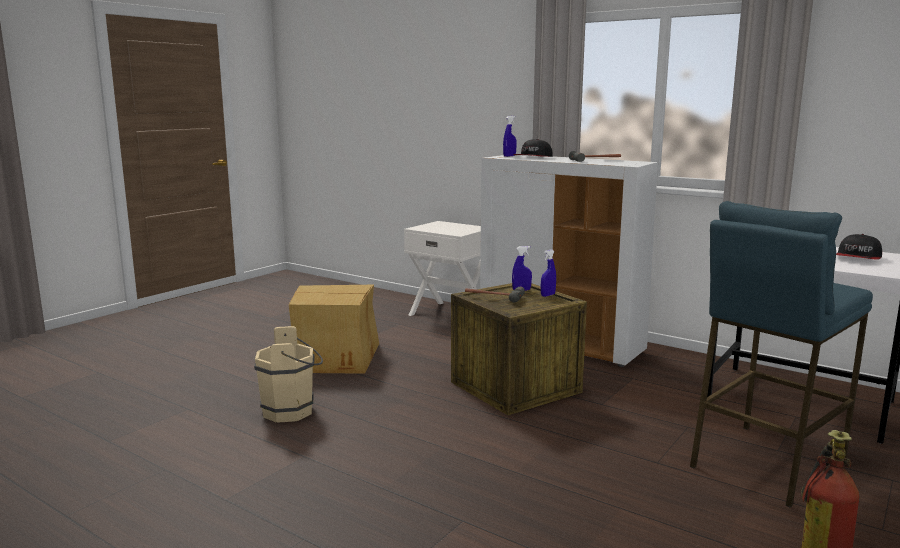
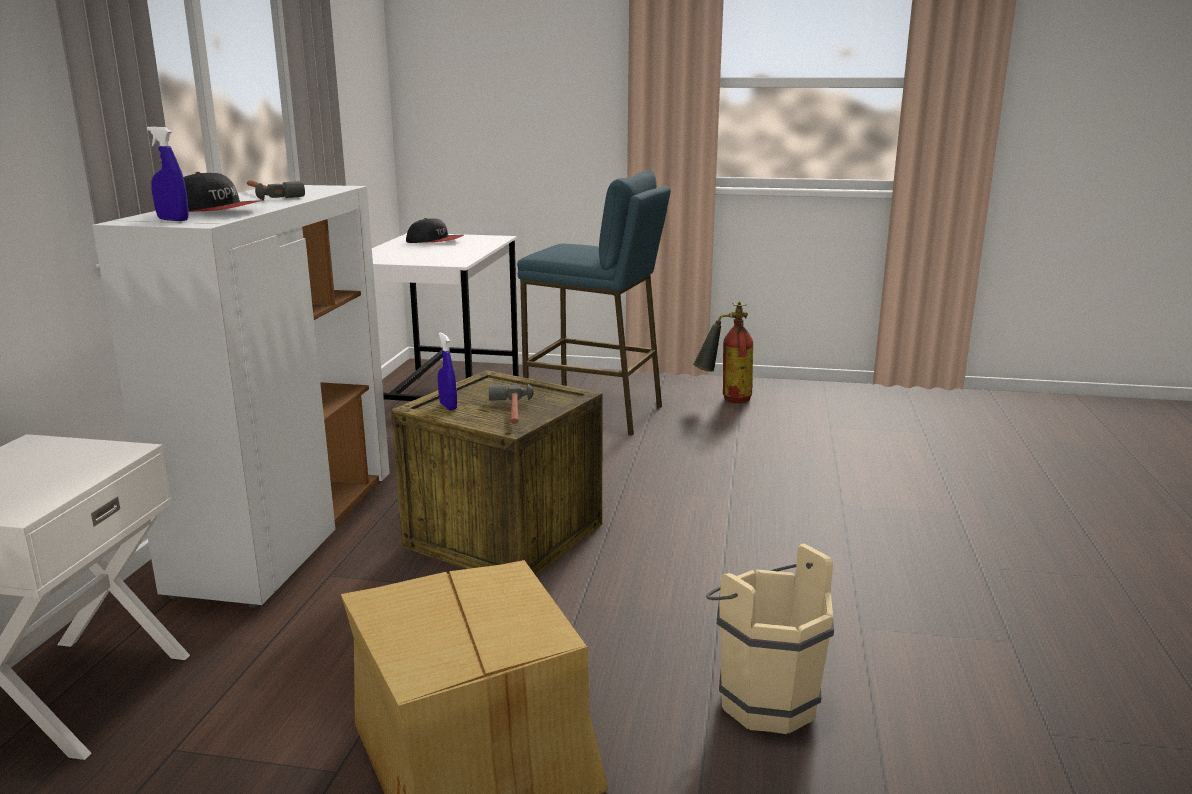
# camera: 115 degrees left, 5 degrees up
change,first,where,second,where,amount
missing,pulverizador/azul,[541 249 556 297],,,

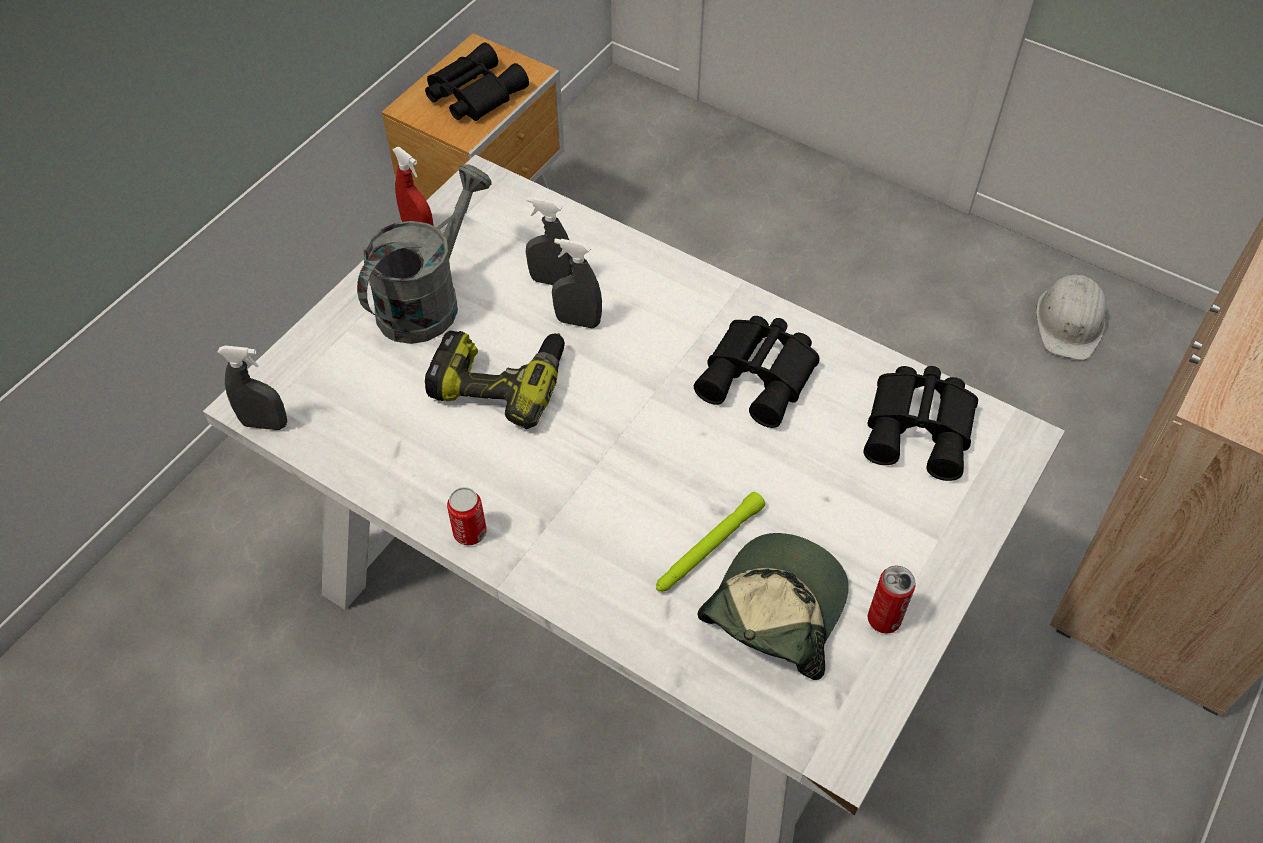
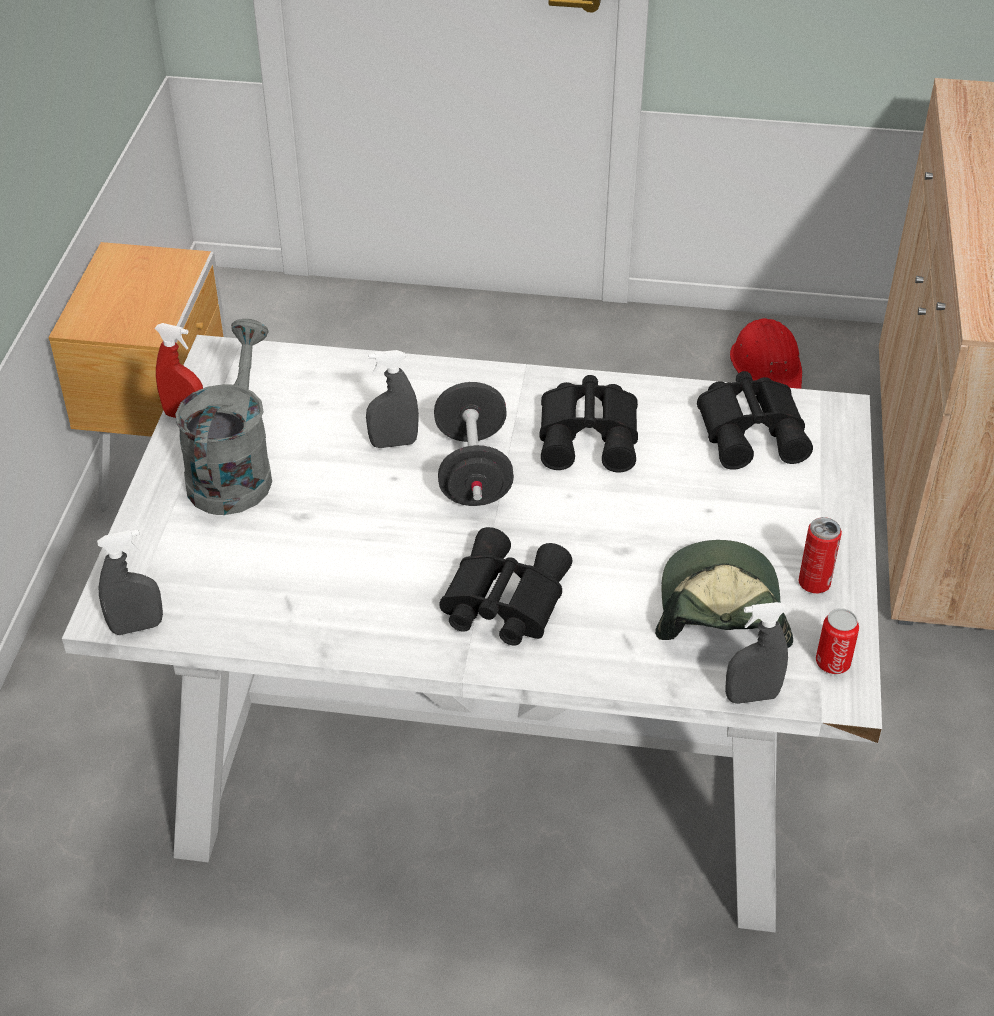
# camera: 25 degrees left, 10 degrees down
change,first,where,second,where,amount
missing,taladro,[425 330 565 429],,,
missing,linterna/verde,[656 492 765 592],,,
appeared,,,mancuerna/negro,[434 382 514 506],
relocated,prismáticos/negro,[425 42 529 121],,[439 527 572 646],
relocated,lata,[447 487 487 545],,[816 608 859 674],
relocated,pulverizador/gris,[526 197 573 285],,[725 602 788 704],
colour,casco/blanco,[1036 274 1106 360],casco/rojo,[730 318 802 389],

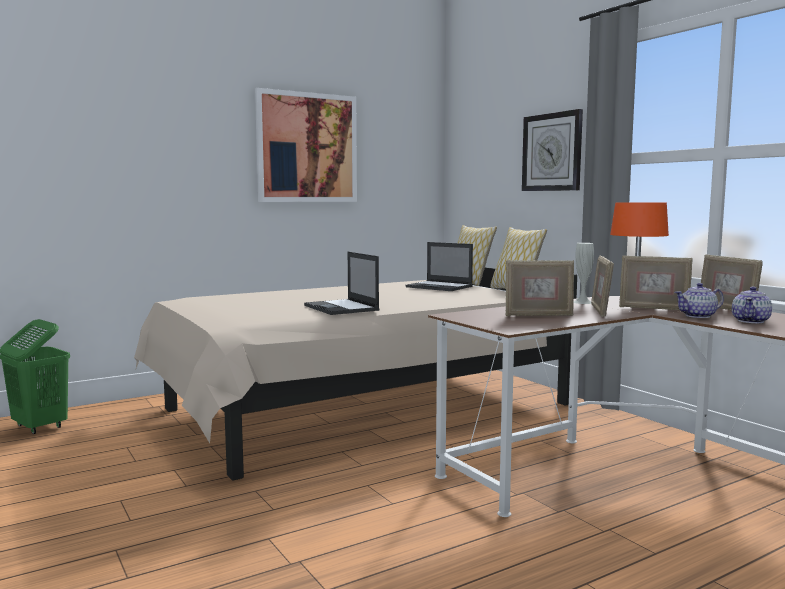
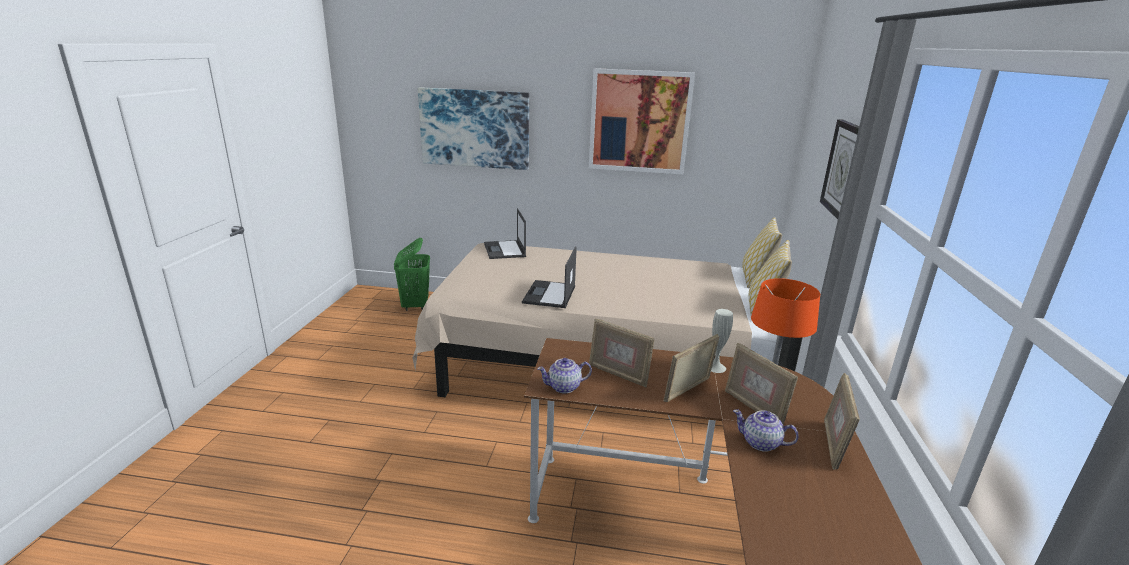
# camera: 40 degrees right, 15 degrees up
change,first,where,second,where,amount
appeared,,,cuadro,[418 87 529 170],
relocated,portátil,[406 242 473 291],,[484 208 526 259],
relocated,tetera,[732 286 772 323],,[537 358 592 393],

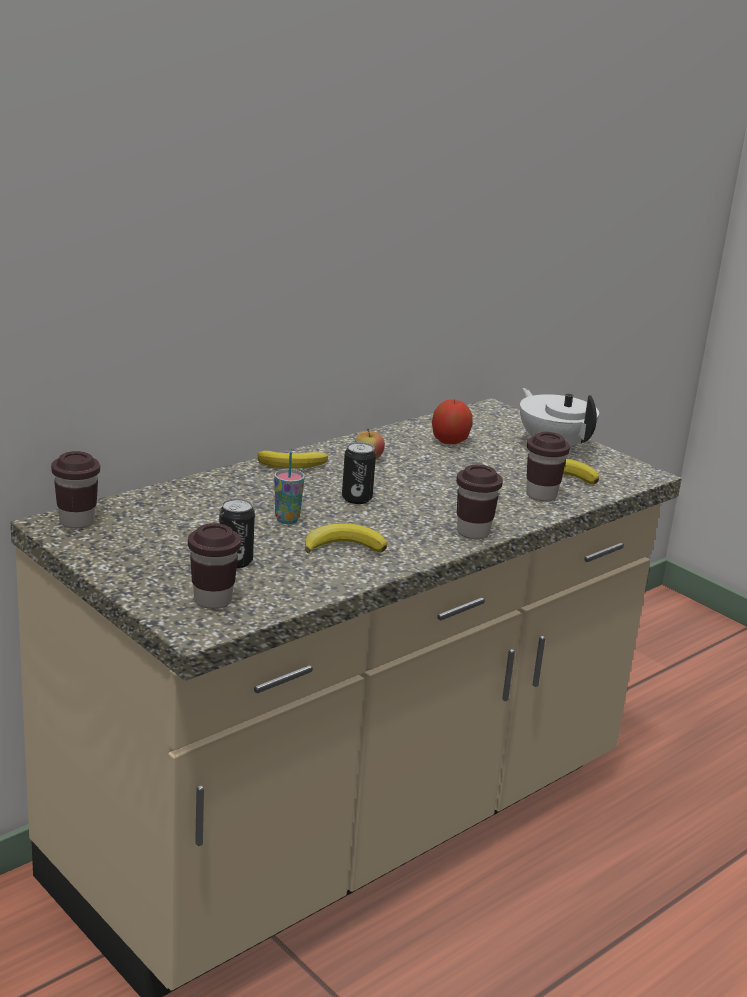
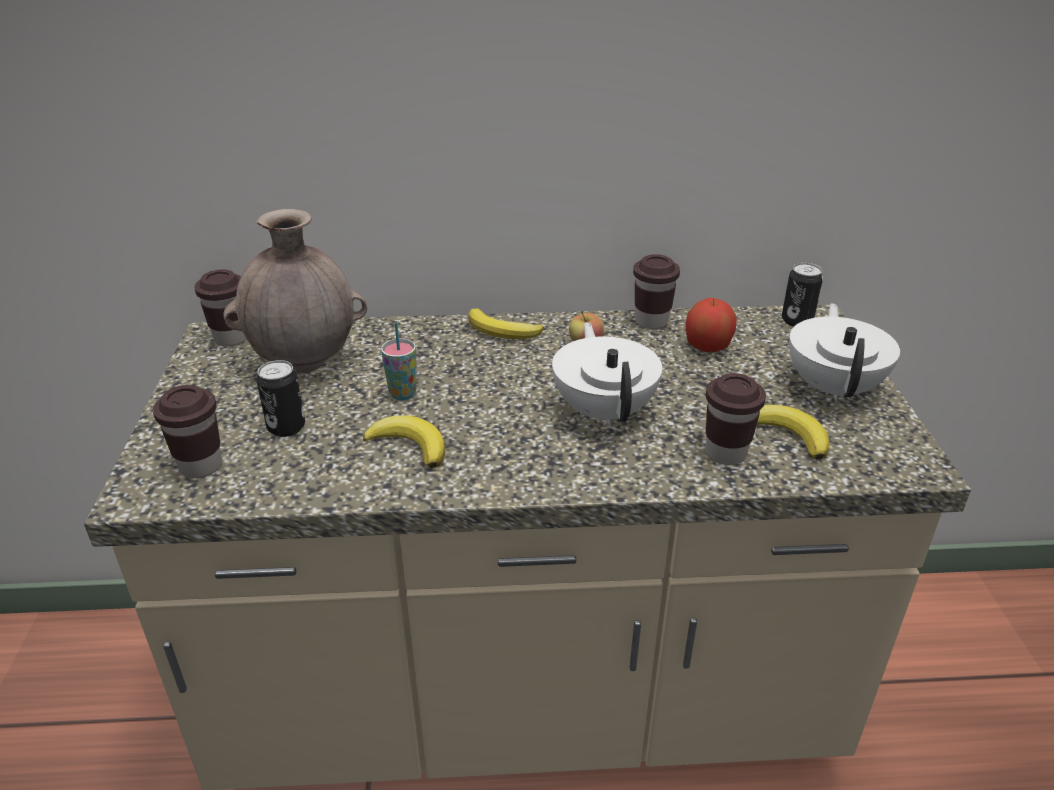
# camera: 40 degrees right, 10 degrees up
change,first,where,second,where,amount
appeared,,,florero/marrón,[223 209 367 373],
appeared,,,tetera/blanco,[552 322 662 426],
relocated,lata,[342 442 376 504],,[782 263 823 326],
relocated,taza/marrón,[456 464 503 539],,[633 254 680 329],

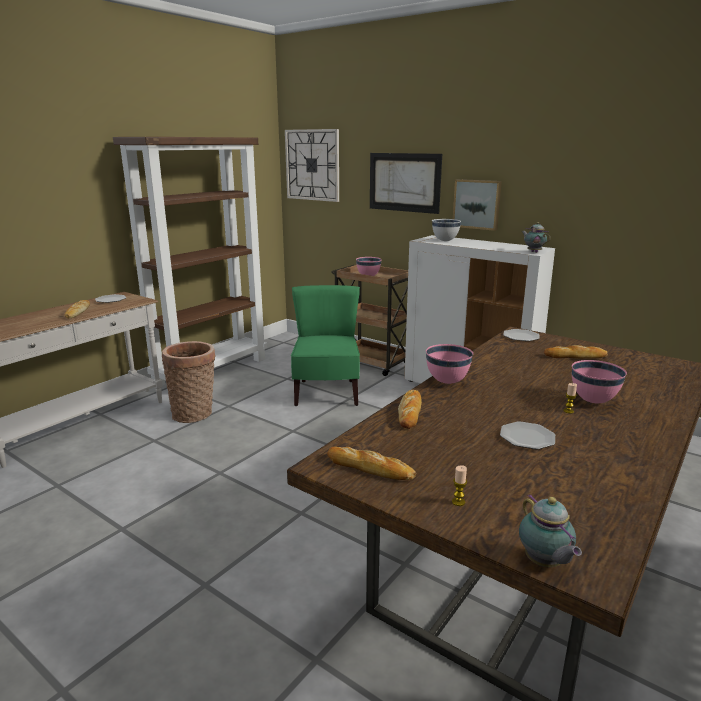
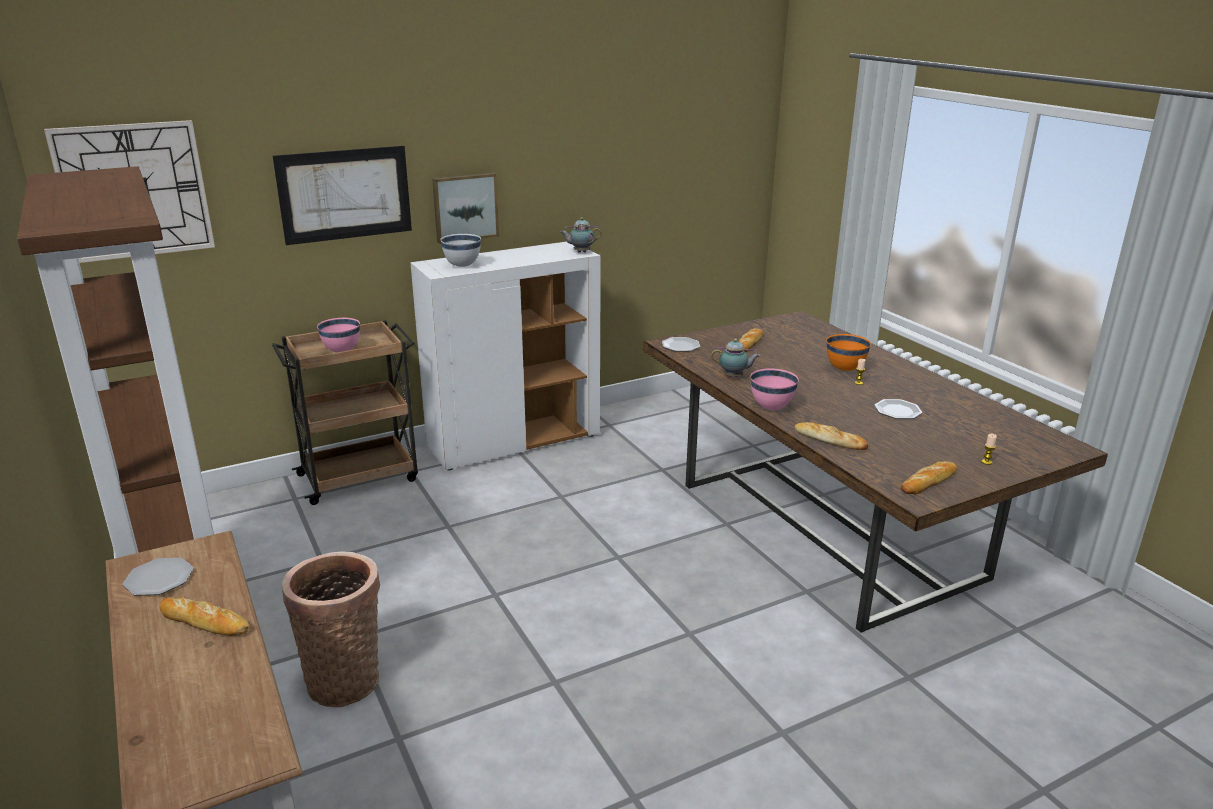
# camera: 65 degrees left, 5 degrees up
change,first,where,second,where,amount
missing,silla/verde,[291 285 360 406],,,
relocated,tetera,[519 494 582 567],,[711 338 760 377],
colour,cuenco/rosa,[572 360 627 403],cuenco/naranja,[826 334 871 371],

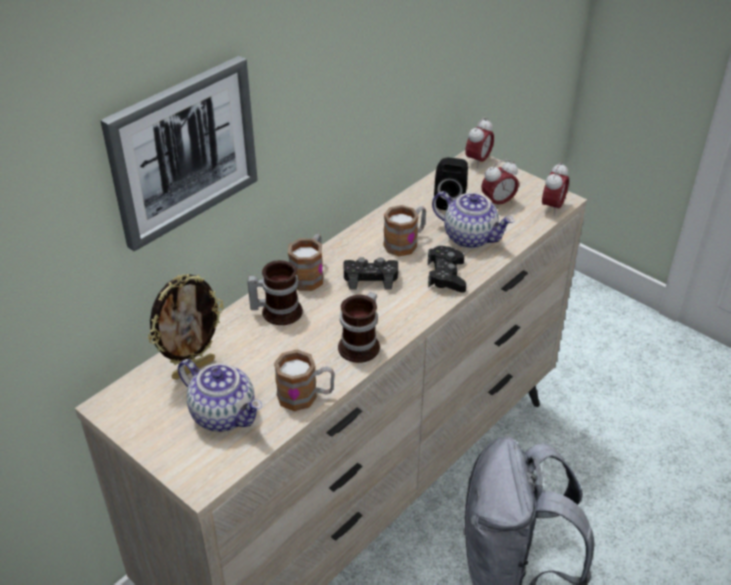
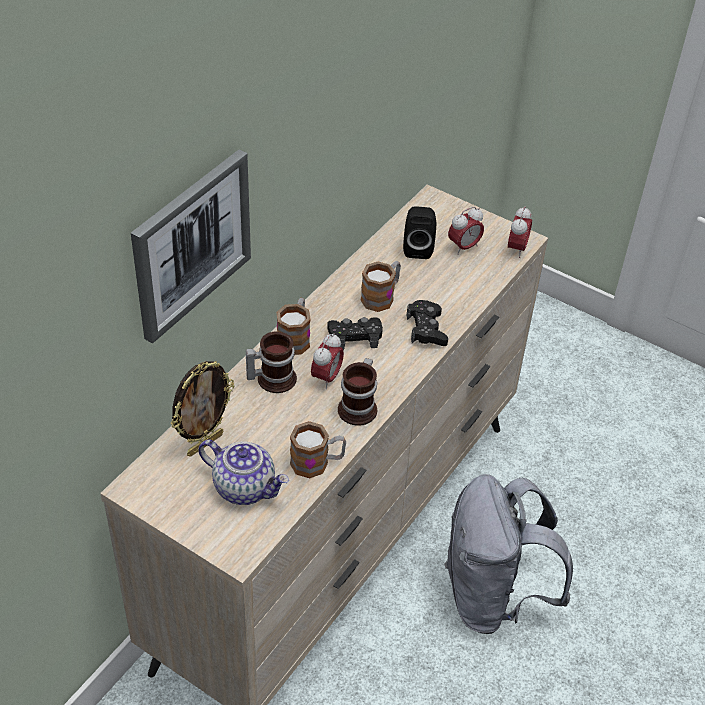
# camera: 10 degrees left, 5 degrees up
change,first,where,second,where,amount
missing,tetera,[432 191 514 248],,,
relocated,despertador,[465 117 494 168],,[311 333 344 389],

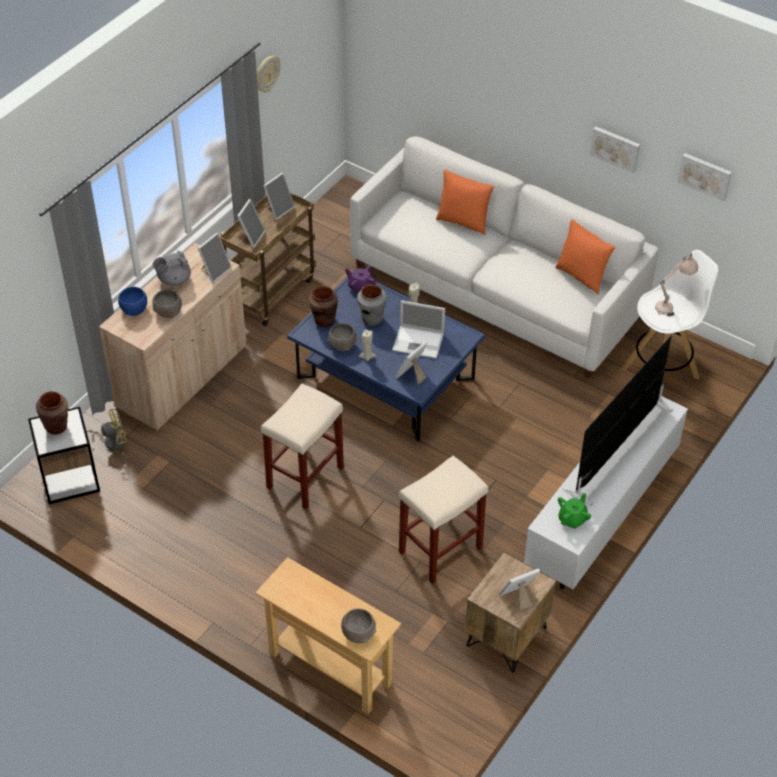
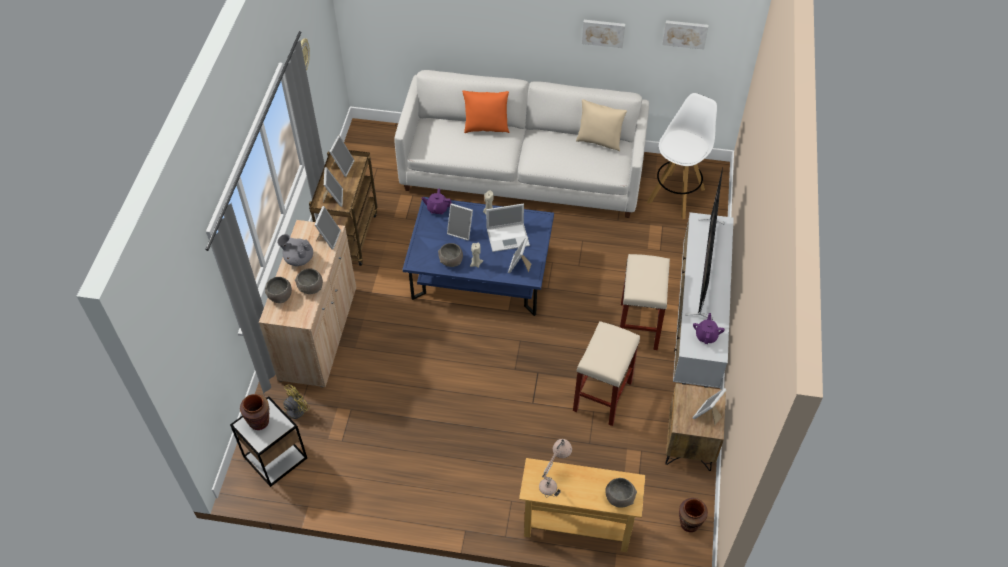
# camera: 25 degrees left, 5 degrees up
change,first,where,second,where,amount
relocated,taburete/beis,[261 384 344 510],,[620 254 670 350],
relocated,florero/marrón,[309 286 338 327],,[679 498 708 532],
relocated,lámpara de mesa/beis,[655 252 698 317],,[539 439 572 497],
exchanged,florero/gris,[357 284 386 326],portarretratos,[447 203 473 241],
colour,cuenco/azul,[118 287 147 316],cuenco/gris,[265 277 292 303],
colour,cojín/naranja,[555 219 616 294],cojín/beis,[576 99 627 152],
colour,tetera/verde,[558 493 591 529],tetera/morado,[693 313 725 344],
spun,tetera/gris,[153 251 191 286],,[277 234 313 266],75 degrees clockwise

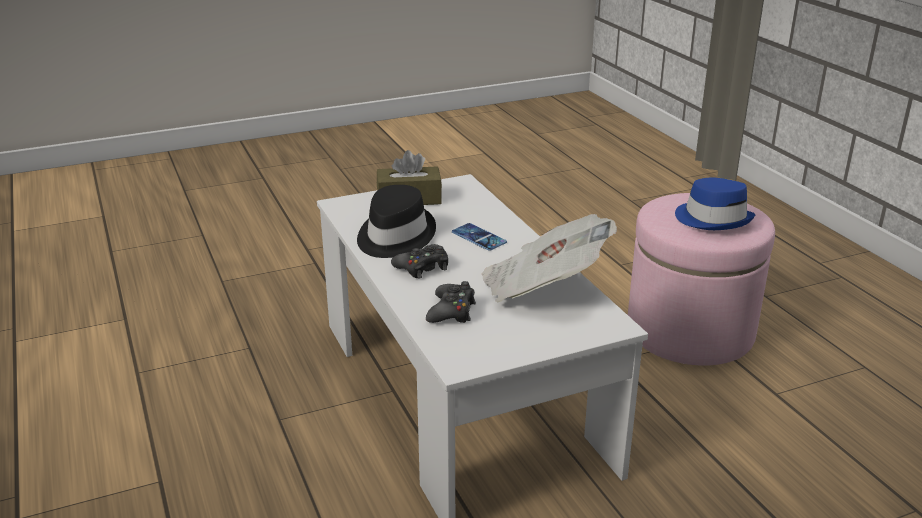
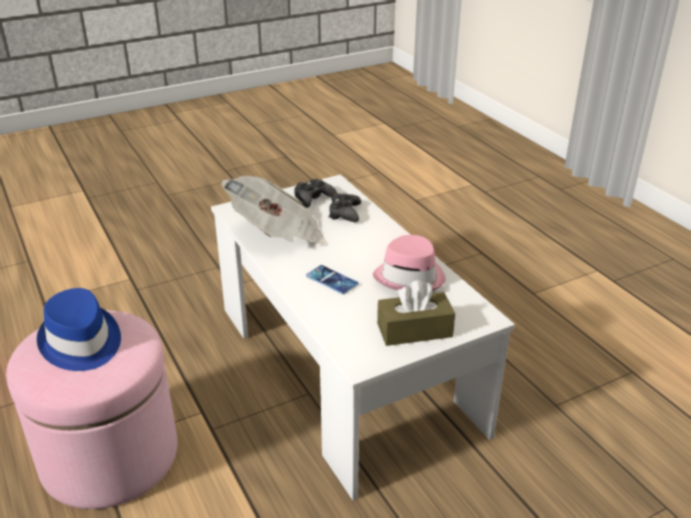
# camera: 175 degrees right, 5 degrees up
change,first,where,second,where,amount
relocated,mando de consola/negro,[391 244 448 279],,[294 179 337 208],
colour,sombrero/negro,[357 185 436 258],sombrero/rosa,[373 235 446 291],

